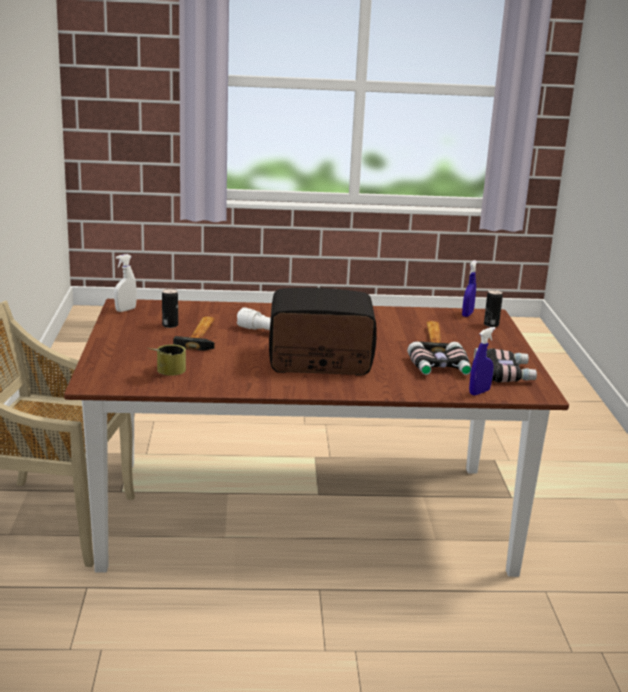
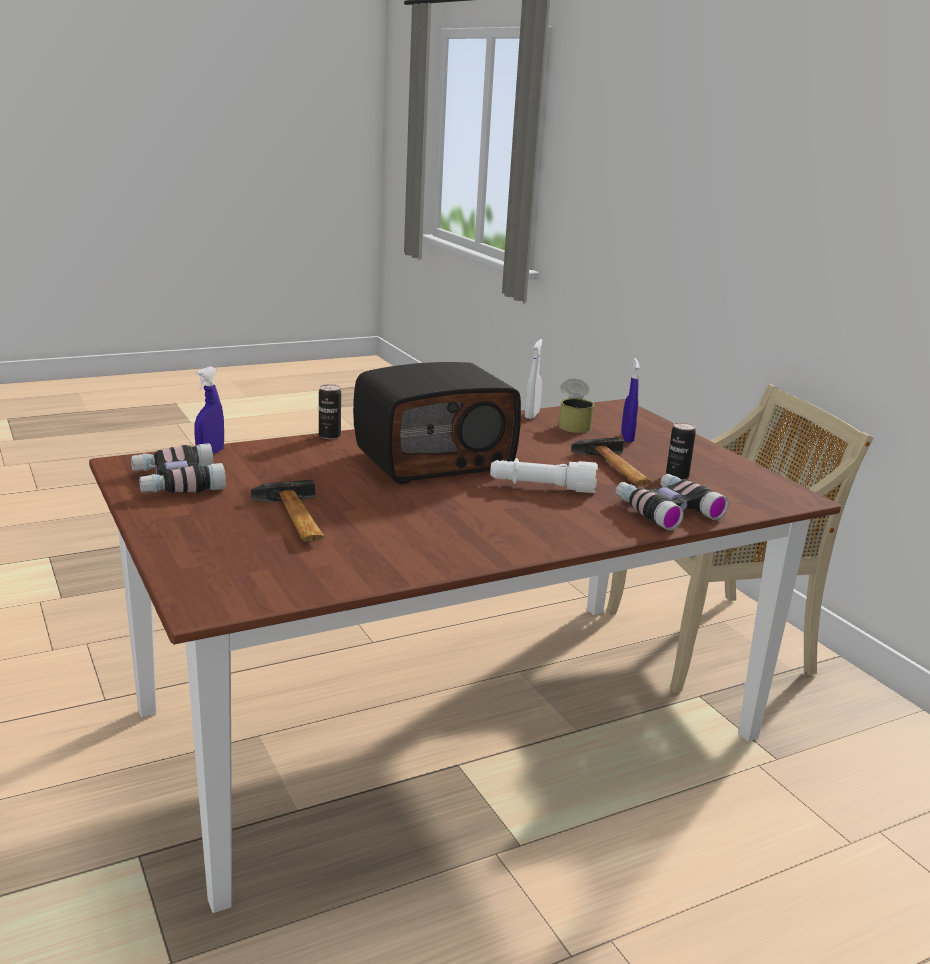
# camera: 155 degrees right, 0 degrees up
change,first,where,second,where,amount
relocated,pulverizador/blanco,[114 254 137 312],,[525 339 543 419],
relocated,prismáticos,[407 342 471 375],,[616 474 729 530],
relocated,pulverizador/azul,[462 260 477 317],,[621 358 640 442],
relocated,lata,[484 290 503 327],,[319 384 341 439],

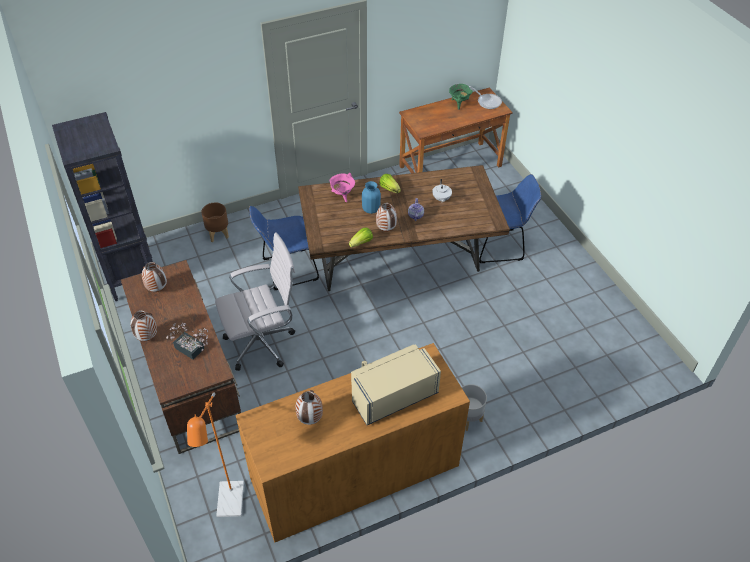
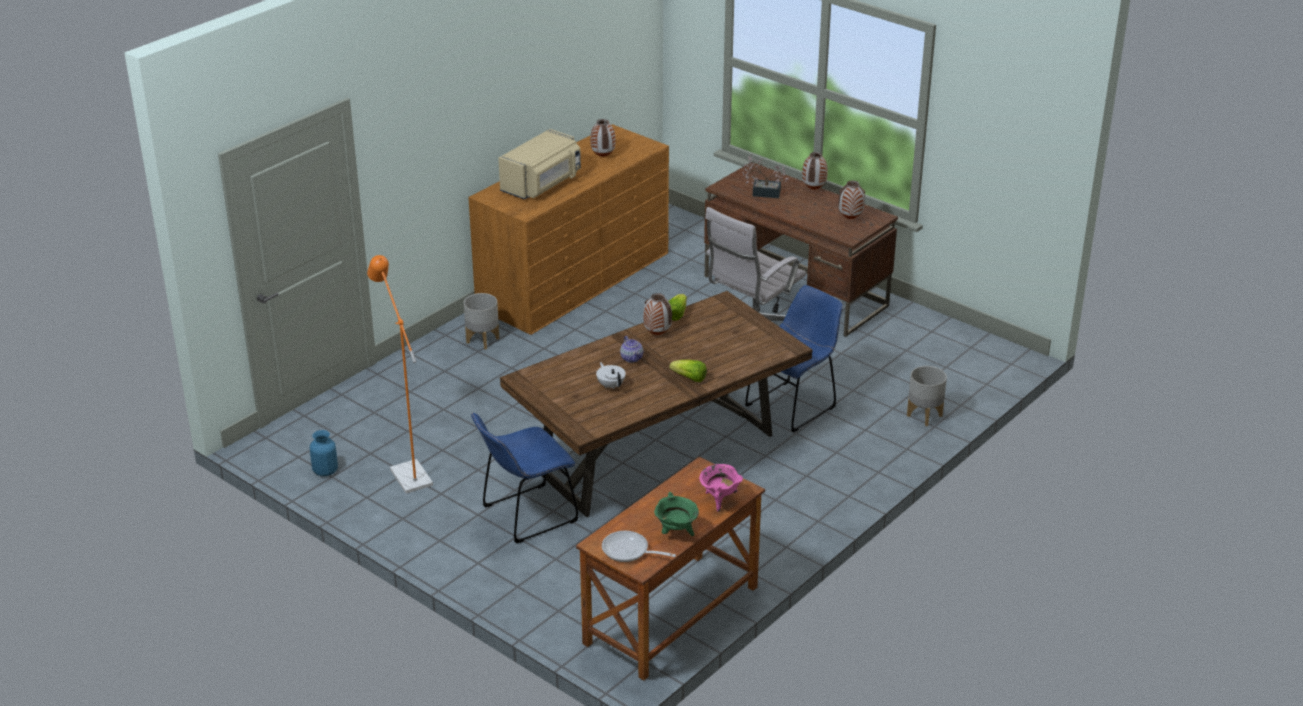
# camera: 155 degrees right, 15 degrees down
change,first,where,second,where,amount
missing,estantería/negro,[52 112 153 301],,,
relocated,lámpara de pie/naranja,[187 393 244 517],,[367 255 433 493],
relocated,olla/rosa,[329 173 355 202],,[699 464 743 512],
relocated,florero/azul,[362 181 381 214],,[310 430 338 476],
colour,maceta/marrón,[201 203 229 242],maceta/gris,[907 366 947 426],

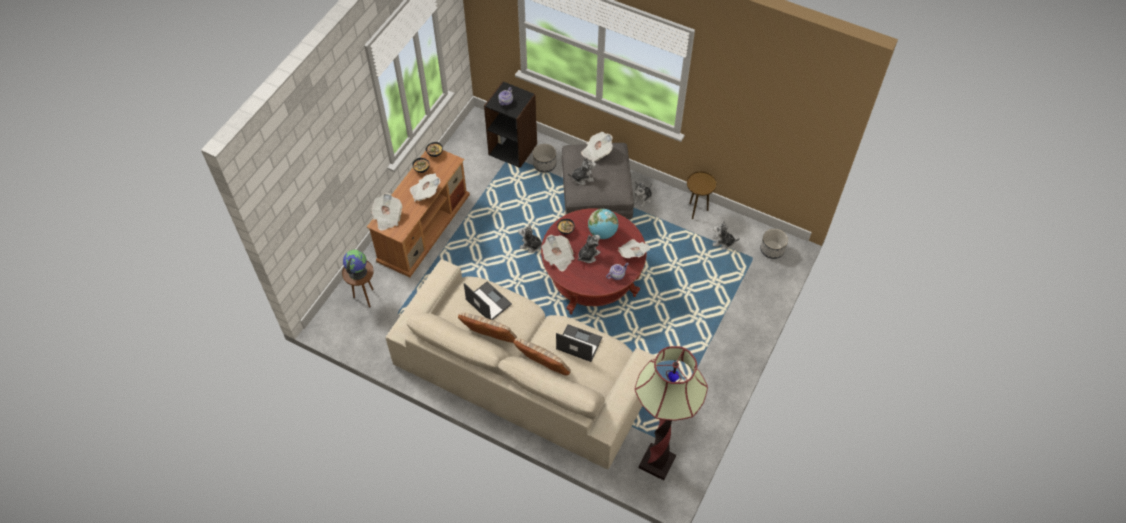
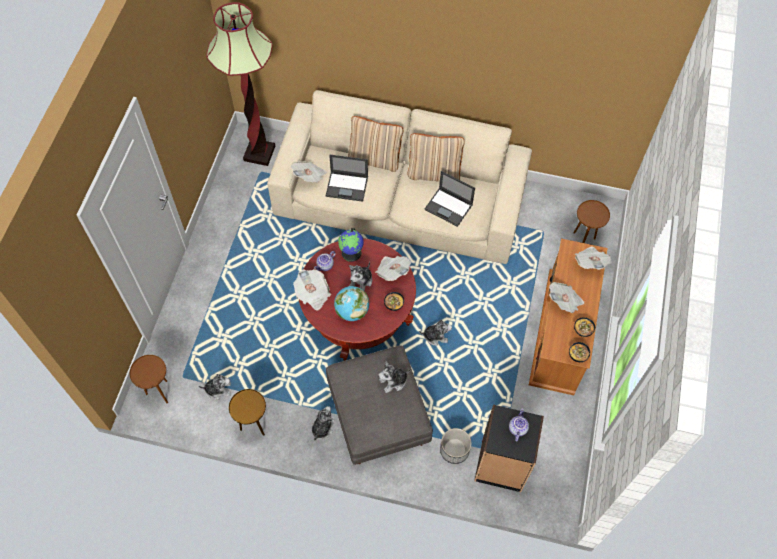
# camera: 165 degrees right, 5 degrees up
change,first,where,second,where,amount
relocated,globo terráqueo,[343 250 367 280],,[338 228 363 262],
relocated,periódico,[581 132 613 162],,[291 161 327 183],
exchanged,maceta,[760 229 788 259],mesa auxiliar/marrón,[129 355 168 403],

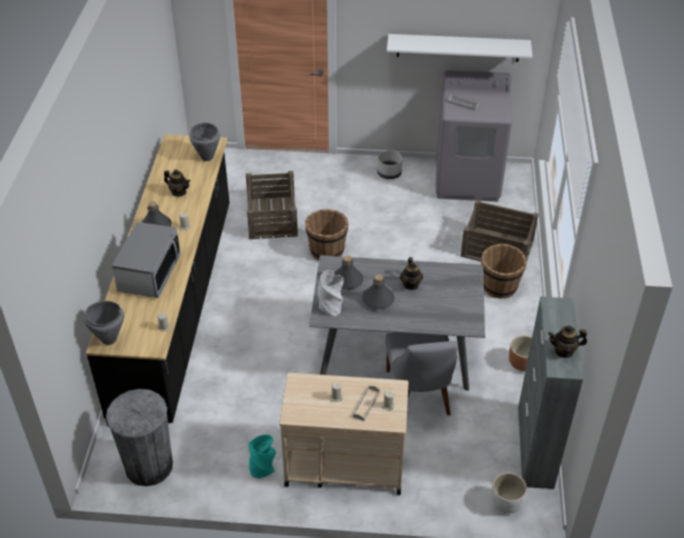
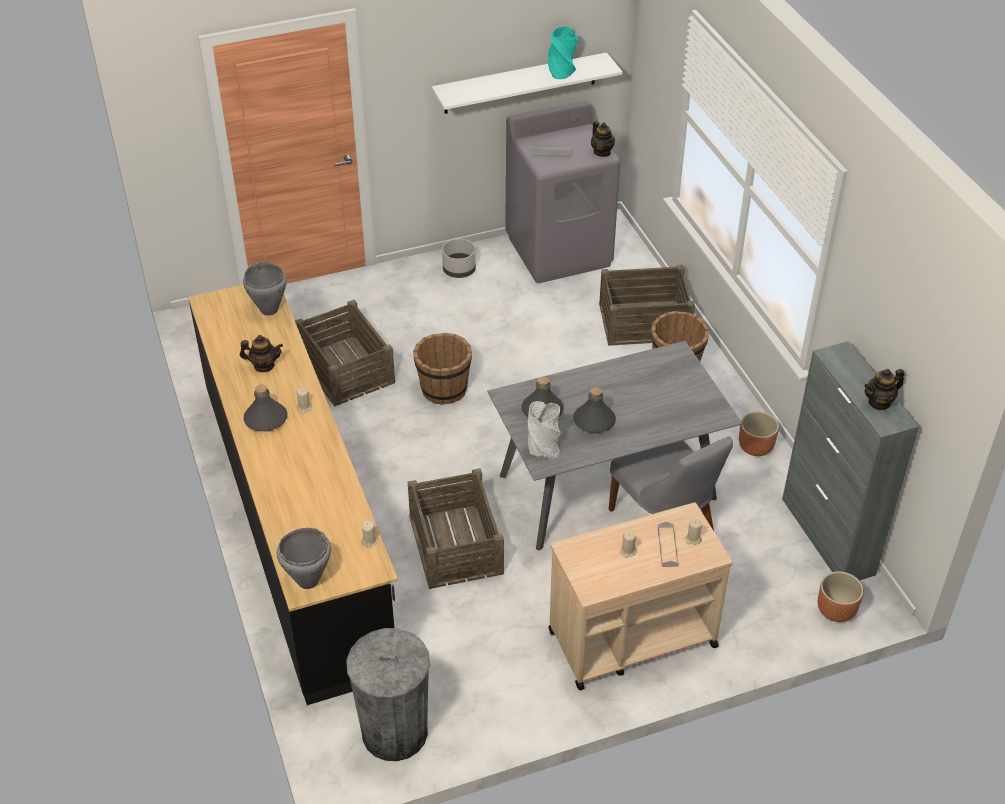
# camera: 25 degrees left, 0 degrees up
change,first,where,second,where,amount
missing,microondas,[112 222 181 298],,,
appeared,,,caja de embalaje,[408 468 504 589],
relocated,florero/turquesa,[248 435 276 479],,[548 26 579 79],
relocated,tetera,[400 257 423 290],,[591 121 615 157],
colour,maceta/blanco,[491 472 527 514],maceta/marrón,[818 571 864 622],

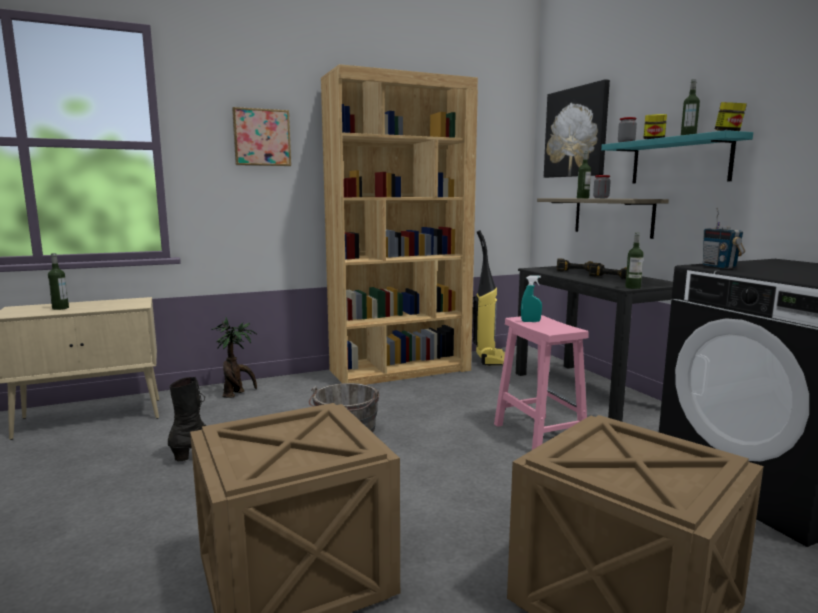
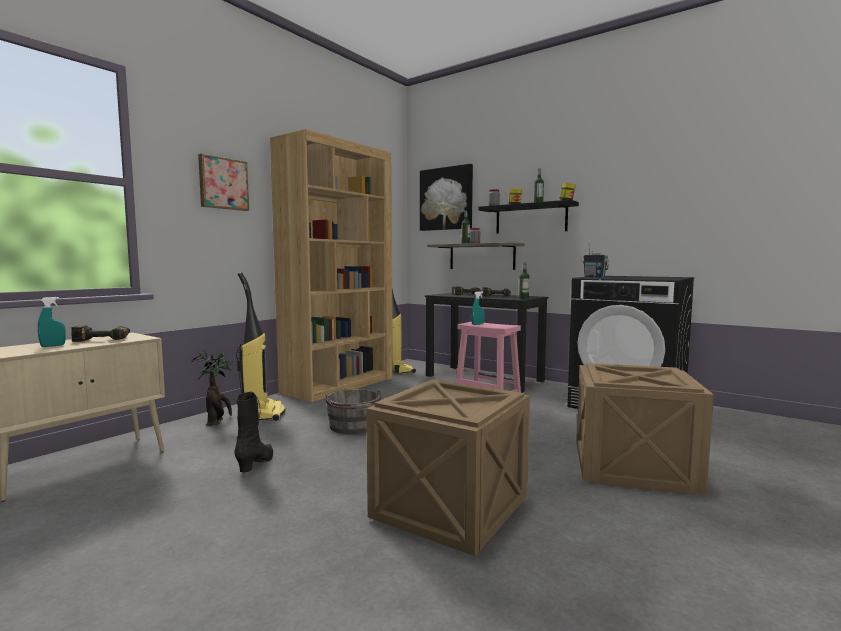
# camera: 30 degrees left, 5 degrees down
change,first,where,second,where,amount
appeared,,,taladro,[71 325 130 342],
appeared,,,aspiradora,[236 272 285 421],
exchanged,botella,[48 253 69 310],pulverizador/turquesa,[38 297 66 347],
colour,estante/turquesa,[601 130 753 184],estante/negro,[478 200 579 234],

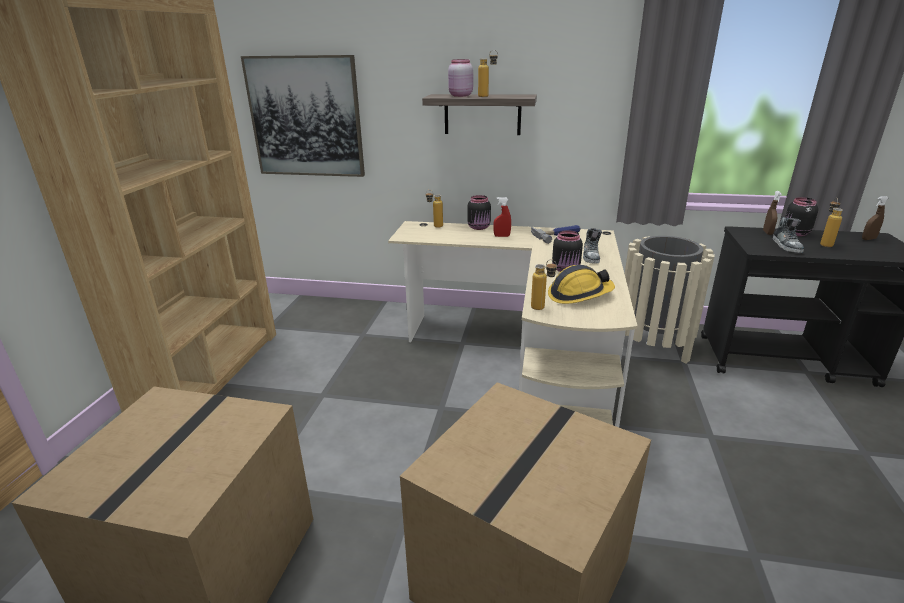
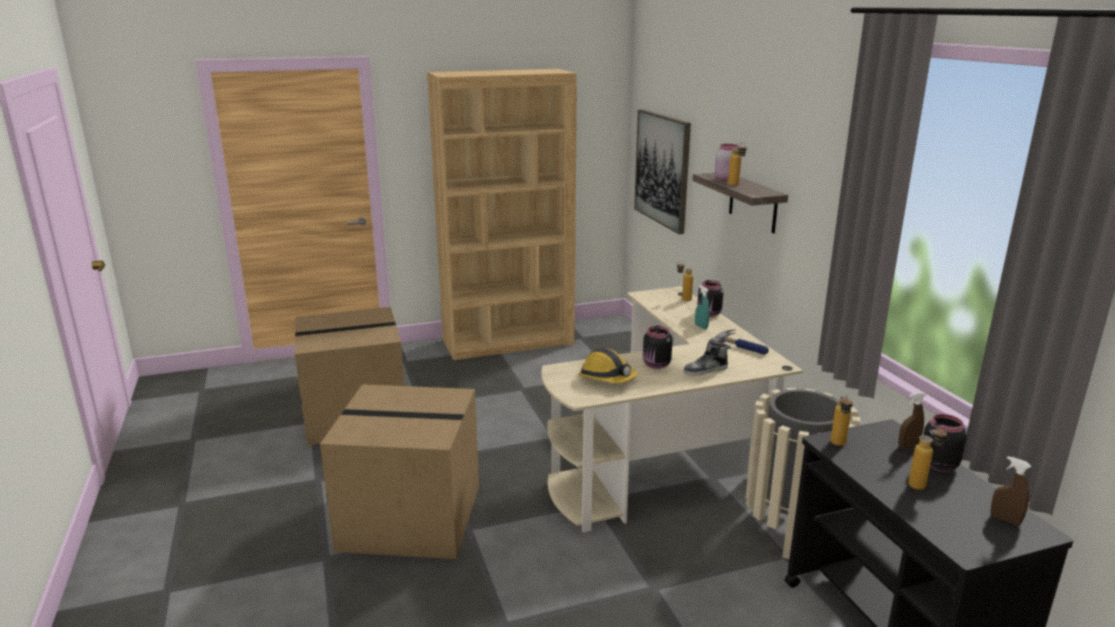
# camera: 60 degrees right, 5 degrees down
change,first,where,second,where,amount
missing,zapato,[773 217 804 253],,,
relocated,botella,[531 259 557 310],,[831 394 853 446],
colour,pulverizador/rojo,[493 197 511 237],pulverizador/turquesa,[695 285 709 329],

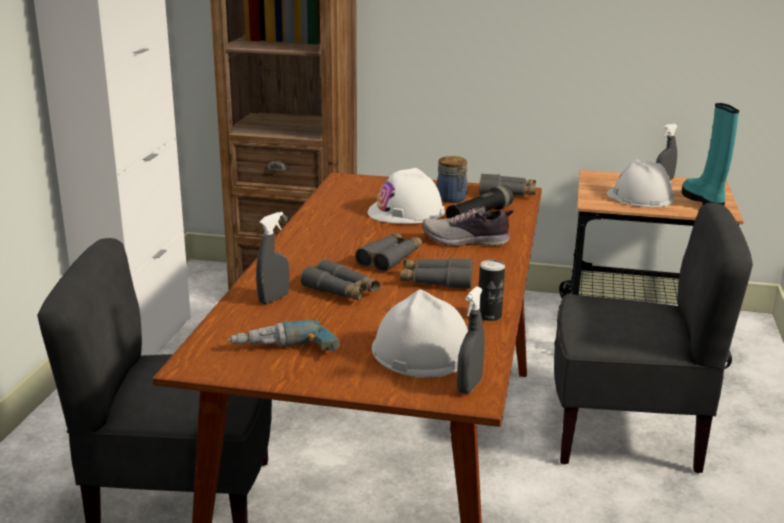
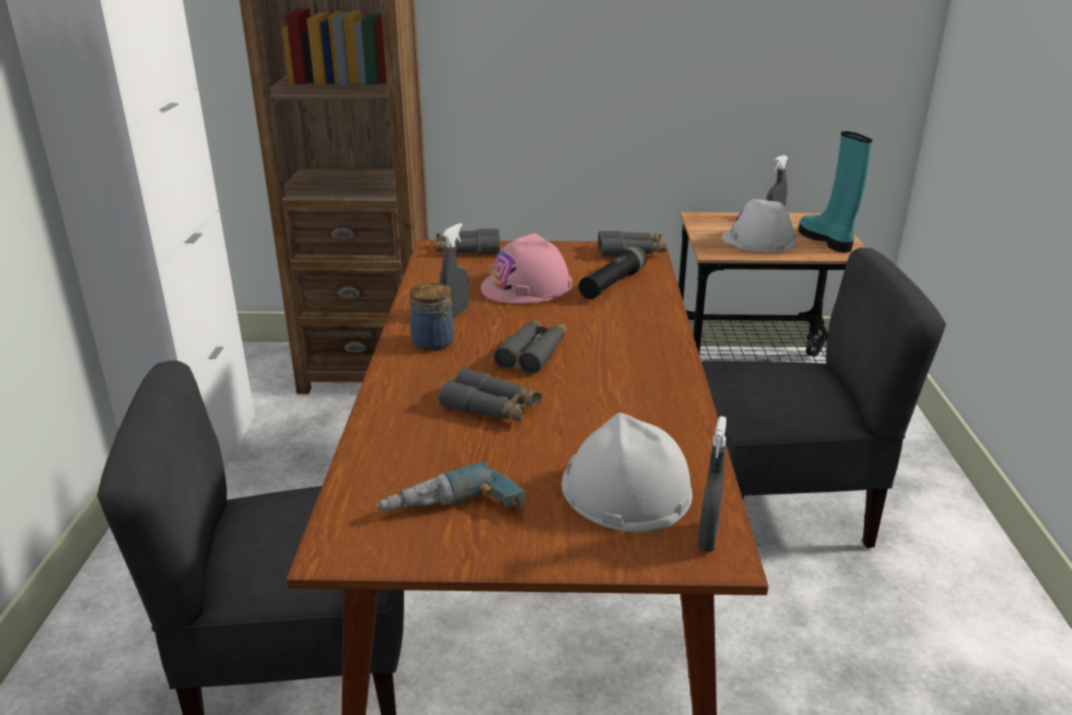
# camera: 10 degrees left, 5 degrees up
change,first,where,second,where,amount
missing,zapato,[422 206 514 246],,,
missing,lata,[479 260 505 321],,,
relocated,pulverizador/gris,[256 212 289 304],,[440 223 469 317],
relocated,prismáticos/gris,[400 258 473 289],,[435 228 500 255],
relocated,tarro,[437 156 467 203],,[410 283 454 351],
colour,casco/blanco,[367 168 445 224],casco/rosa,[481 233 572 304],

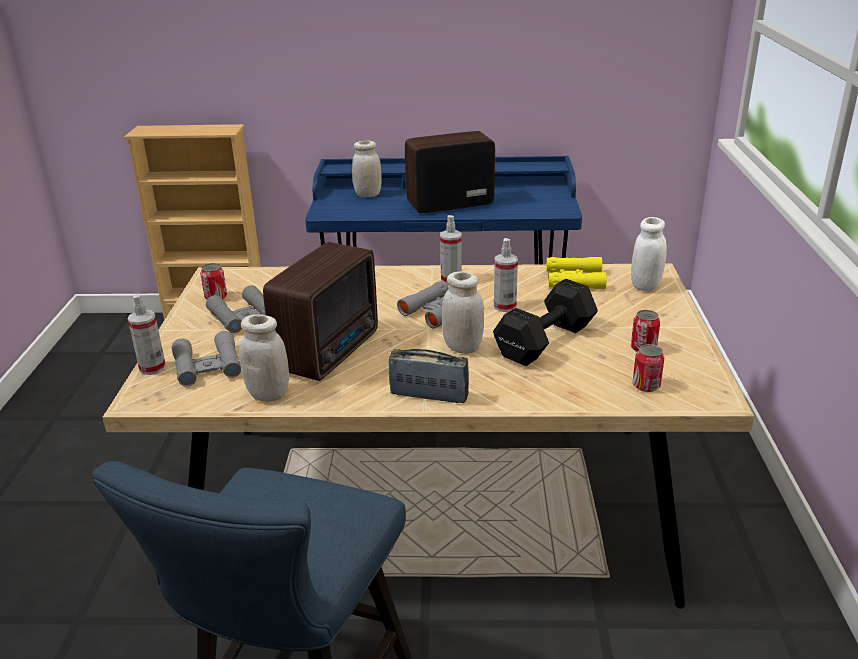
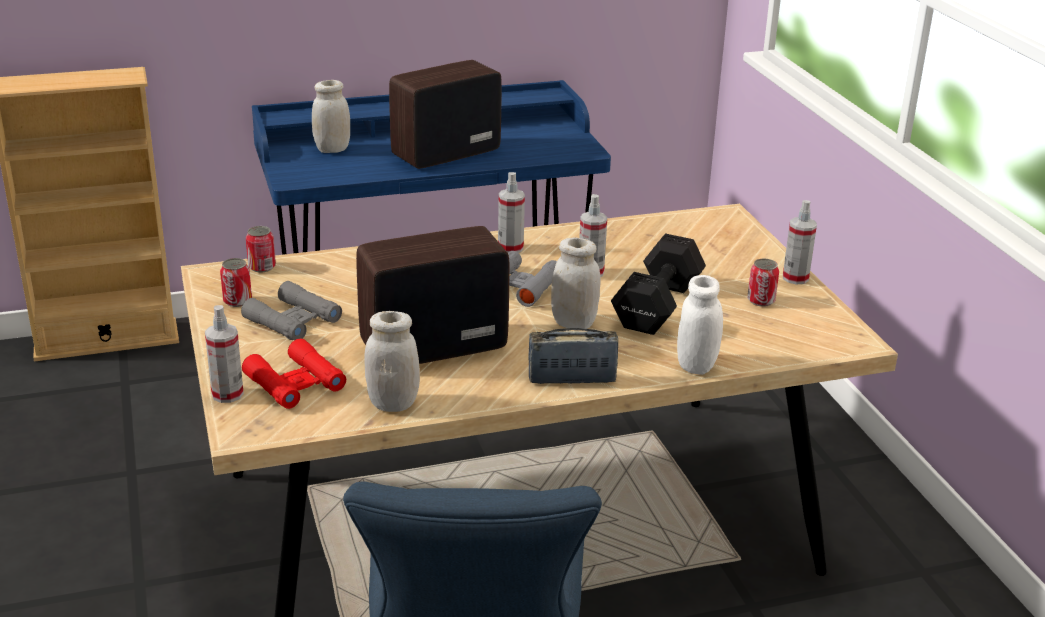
# camera: 20 degrees left, 0 degrees up
change,first,where,second,where,amount
missing,prismáticos/amarillo,[546 257 607 289],,,
appeared,,,pulverizador,[783 200 817 284],
relocated,tarro/blanco,[631 217 667 292],,[677 275 723 375],
relocated,lata,[632 344 664 392],,[246 226 276 273],
colour,prismáticos/gris,[172 331 241 386],prismáticos/rojo,[242 339 346 409],
spun,radio,[263 242 378 381],,[356 226 509 364],120 degrees counterclockwise

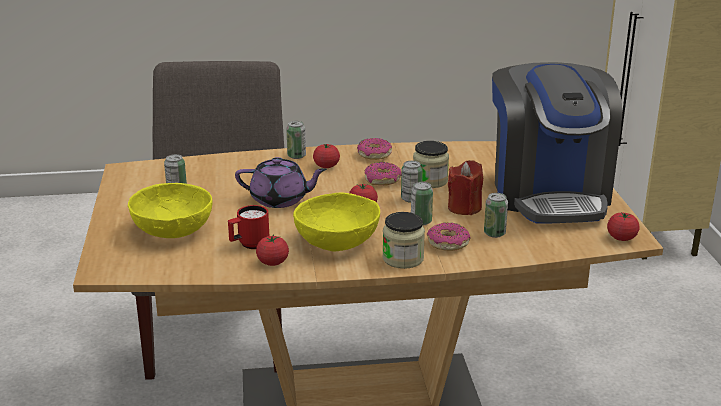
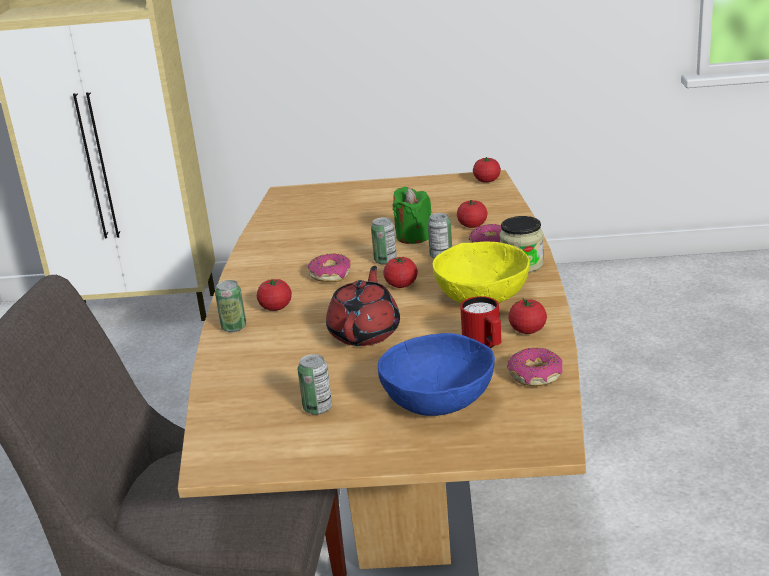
# camera: 80 degrees left, 0 degrees up
change,first,where,second,where,amount
missing,tarro,[413 141 449 188],,,
missing,cafetera,[492 62 622 224],,,
relocated,rosquilla,[357 138 392 160],,[507 348 563 386],
exchanged,lata,[484 193 508 238],tomate,[457 200 488 228],
colour,cuenco/amarillo,[128 183 213 238],cuenco/azul,[378 333 495 416],
colour,tetera/morado,[235 157 327 208],tetera/rojo,[326 266 400 346],
colour,vela/rojo,[448 160 483 215],vela/verde,[393 187 432 244],

